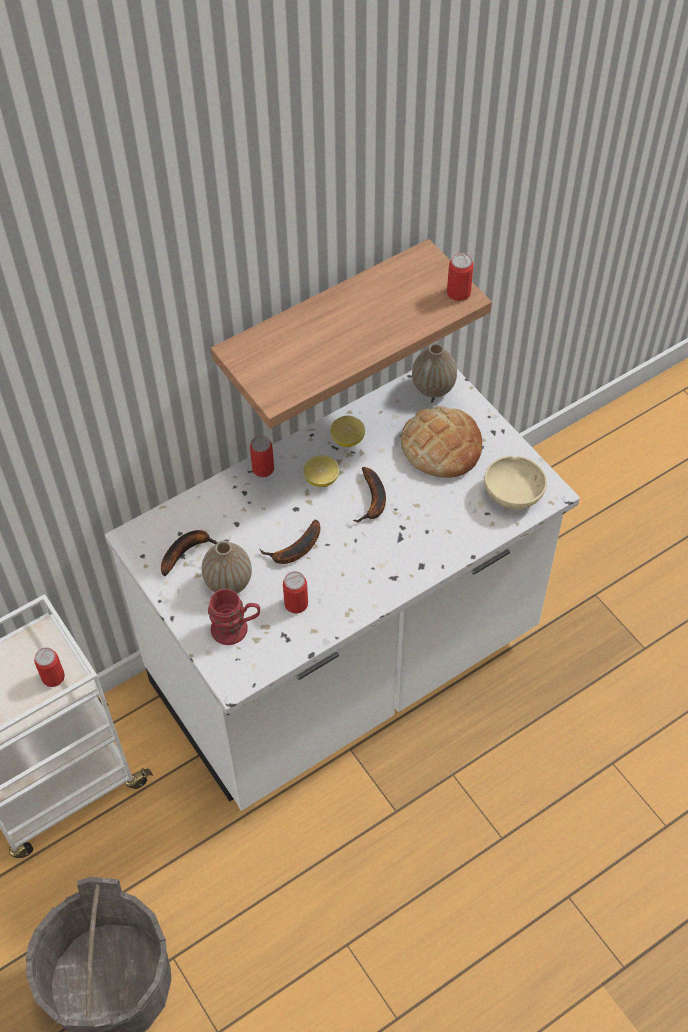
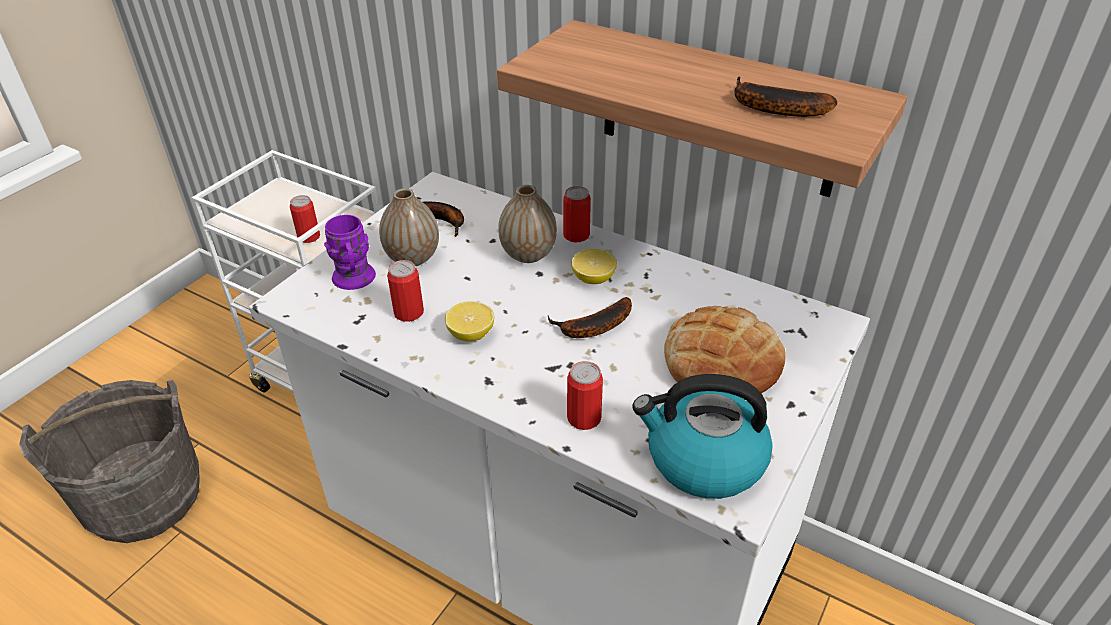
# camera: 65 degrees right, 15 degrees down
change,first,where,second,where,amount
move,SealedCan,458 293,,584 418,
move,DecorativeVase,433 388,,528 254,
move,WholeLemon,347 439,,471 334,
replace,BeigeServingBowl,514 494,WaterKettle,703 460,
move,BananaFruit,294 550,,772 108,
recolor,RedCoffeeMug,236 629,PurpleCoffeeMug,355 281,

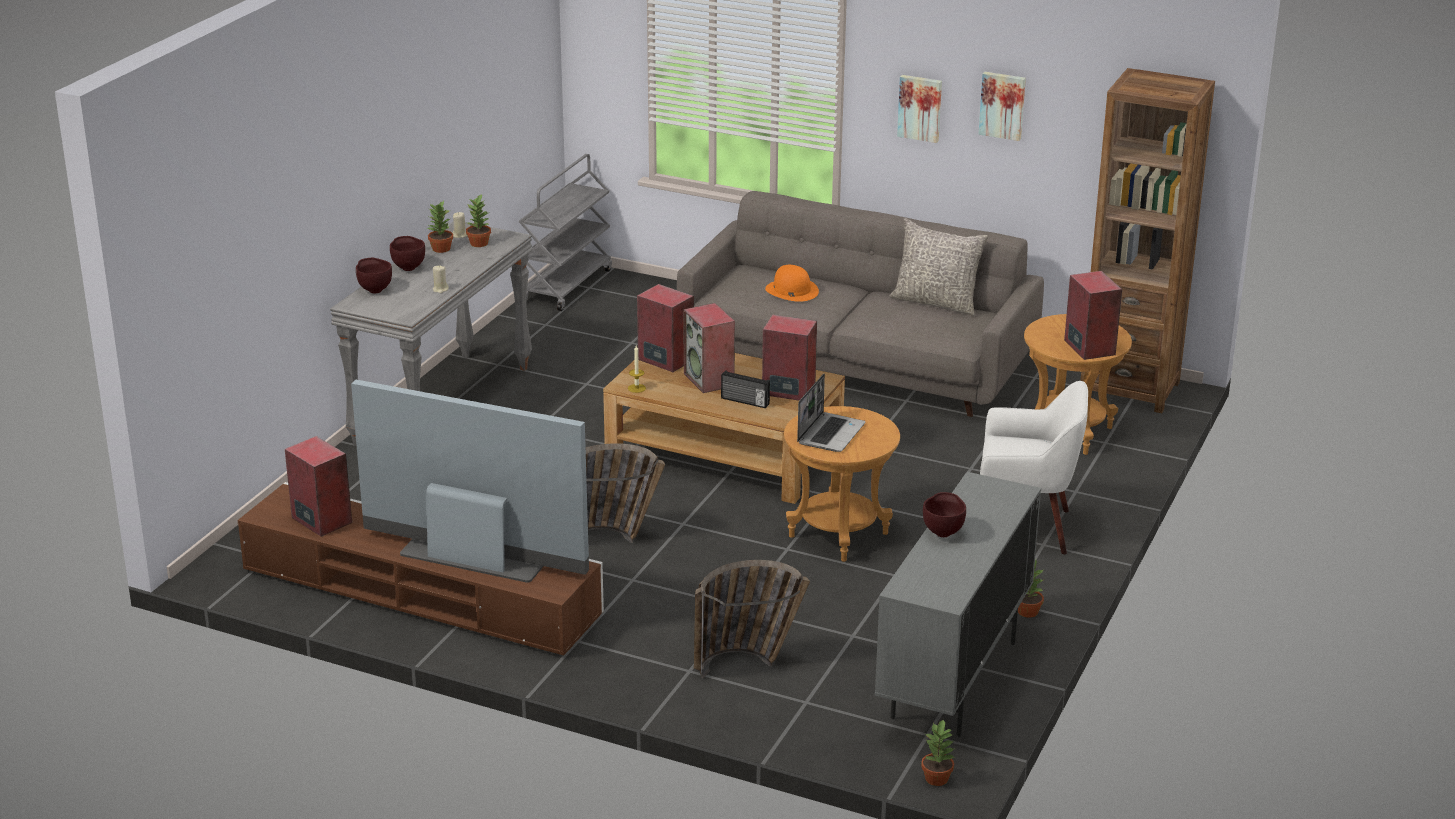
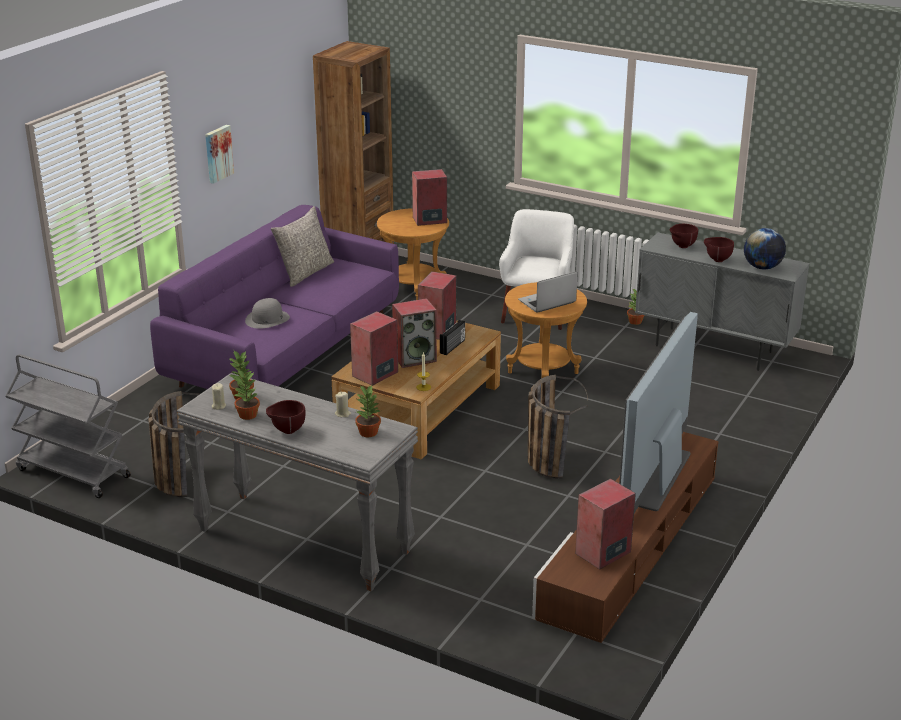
# camera: 85 degrees left, 0 degrees up
change,first,where,second,where,amount
delete,Picture,1002 105,,,
recolor,GreySettee,856 363,PurpleSettee,288 350,
move,BrownServingBowl,374 290,,682 246,
recolor,OrangeClothingHat,791 290,GreyClothingHat,267 319,
rotate,PortableComputer,830 433,,546 302,60 degrees counterclockwise
move,HouseholdBasket,748 663,,177 477,
move,PlantInAPot,937 778,,368 432,
insert,,,DeskGlobe,762 267,

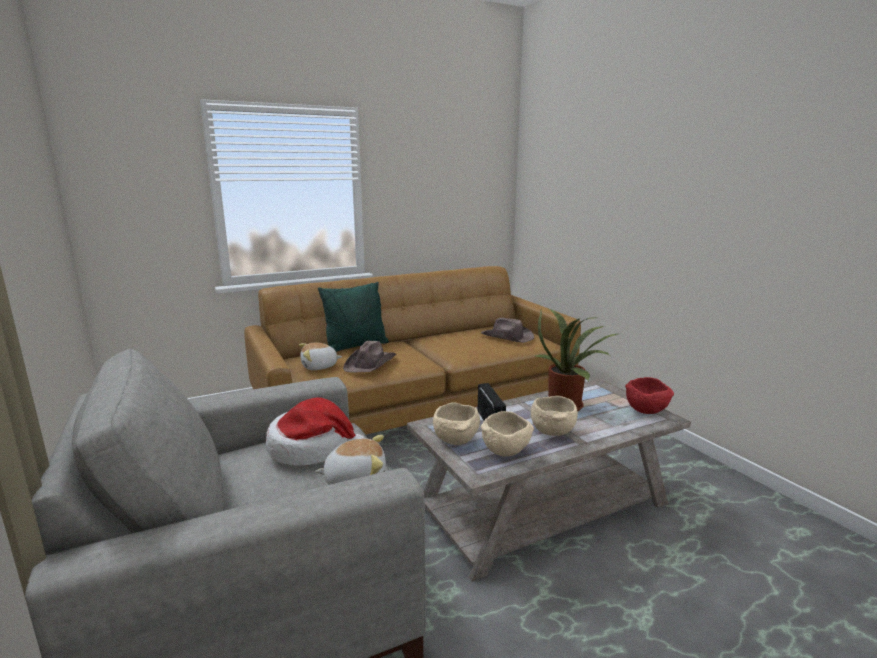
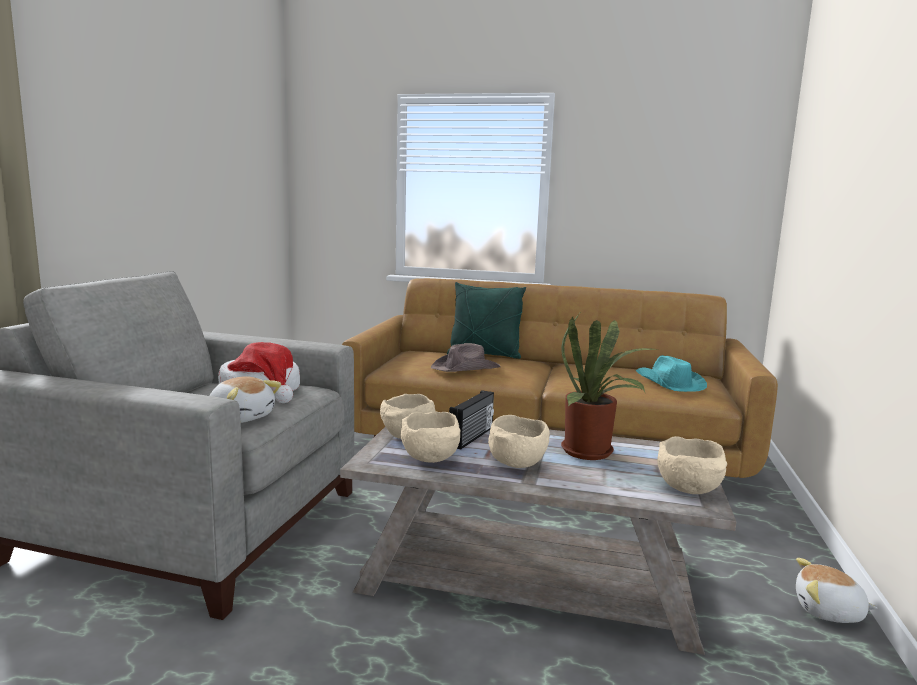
# camera: 40 degrees right, 5 degrees down
change,first,where,second,where,amount
recolor,BrownClothingHat,507 337,TurquoiseClothingHat,669 383,
move,SoftToy,319 367,,828 612,
recolor,RedServingBowl,646 411,BeigeServingBowl,690 490,

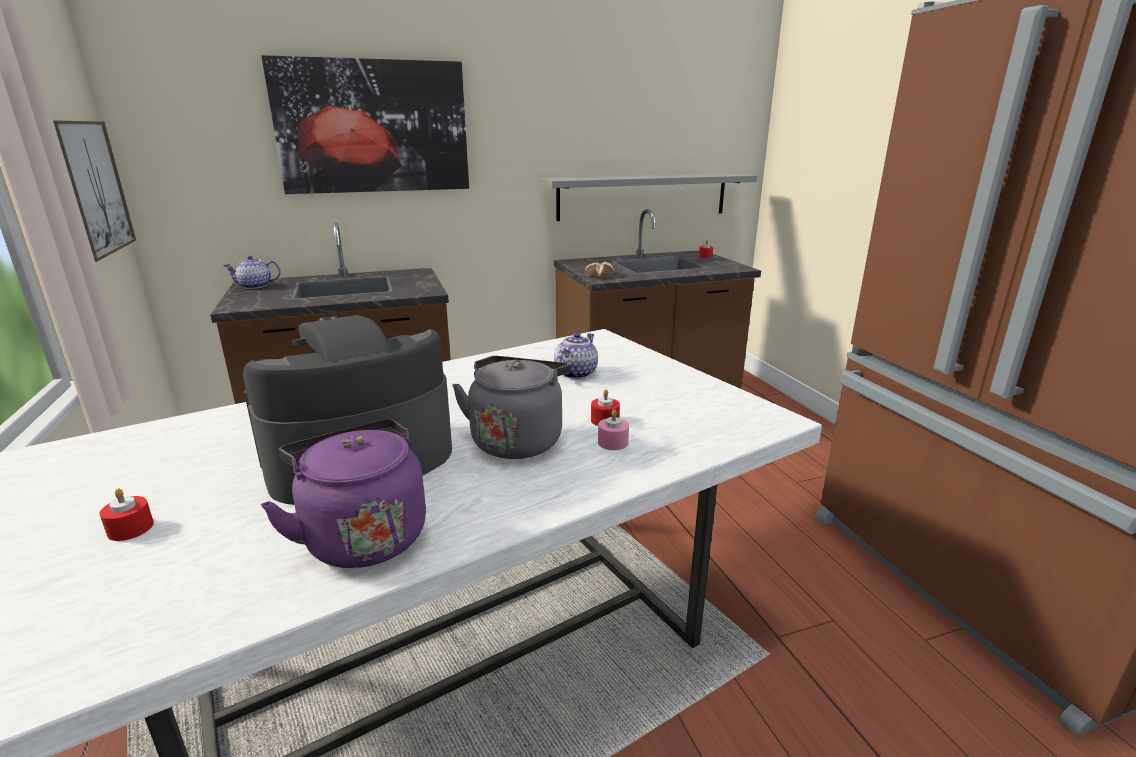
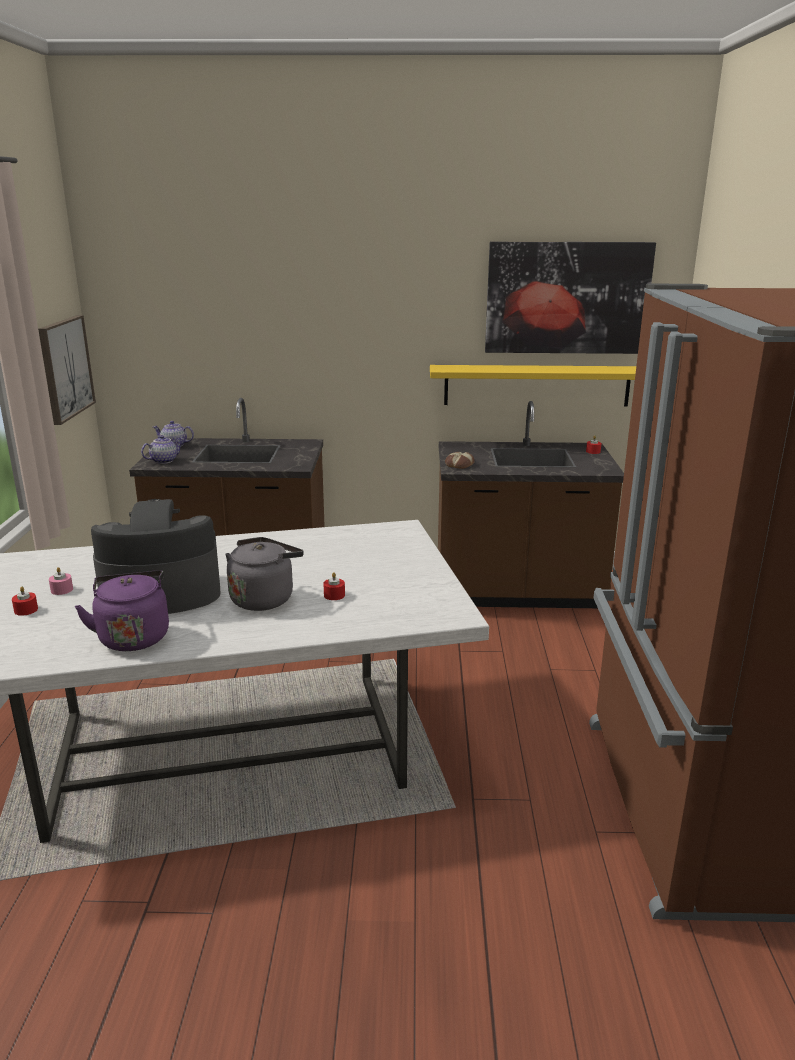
# camera: 20 degrees right, 0 degrees up
change,first,where,second,where,amount
move,Picture,373 127,,567 298,
recolor,GreyBracketShelf,643 196,YellowColouredBracketShelf,536 385,
move,PotForTea,575 373,,164 461,
move,PinkWaxCandle,613 442,,62 590,

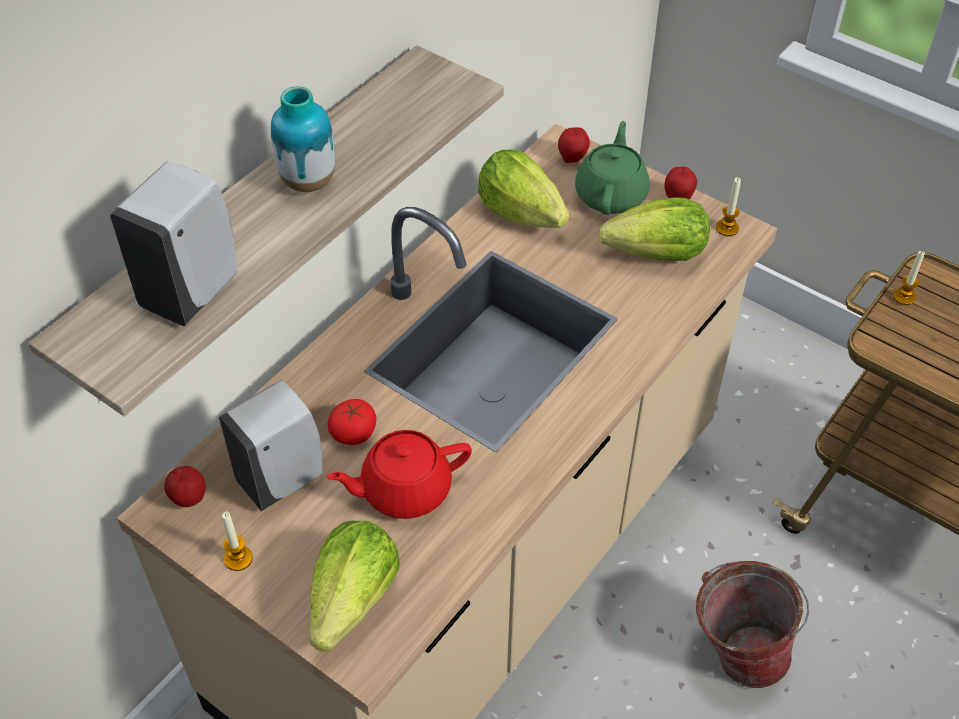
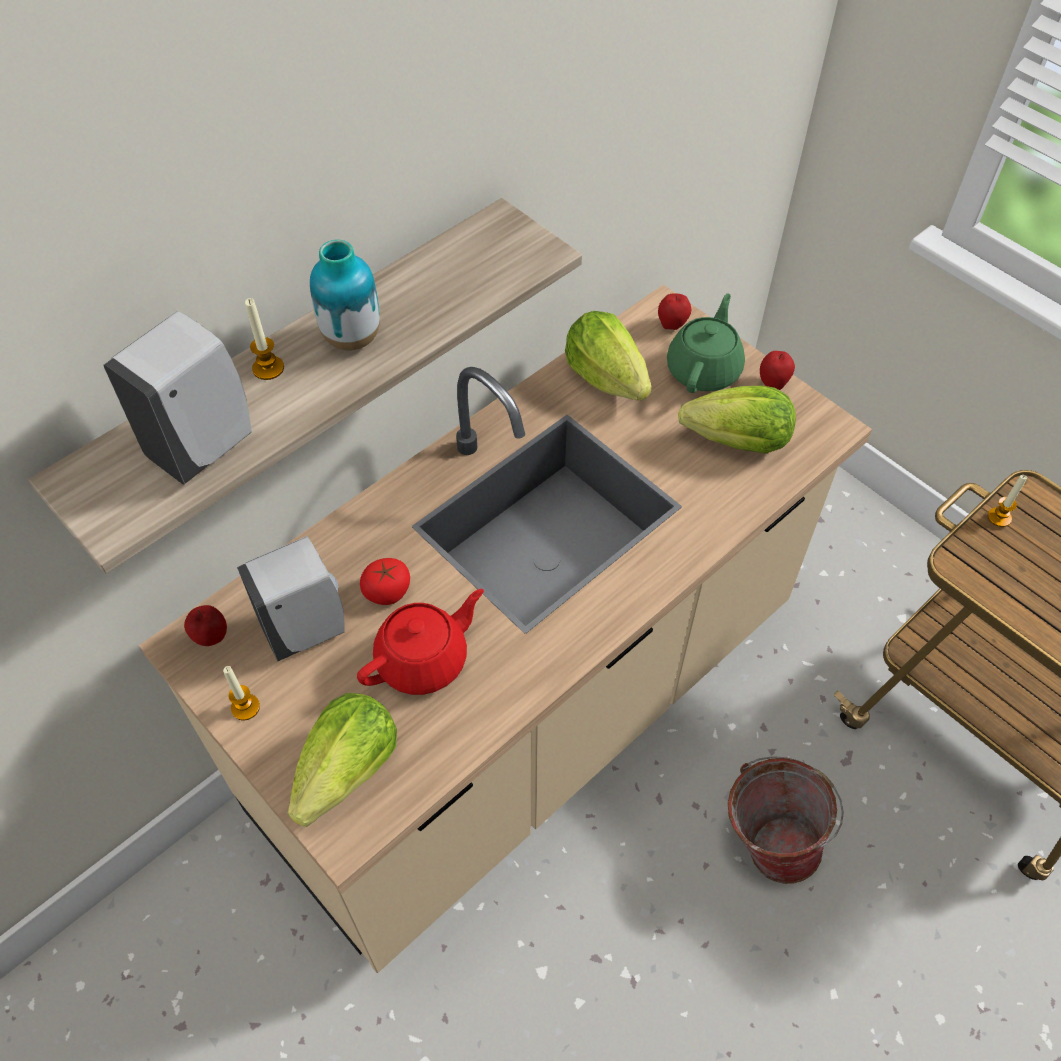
# camera: 10 degrees right, 5 degrees up
change,first,where,second,where,amount
move,WaxCandle,727 228,,268 368,
rotate,RedPotForTea,404 489,,424 659,150 degrees clockwise

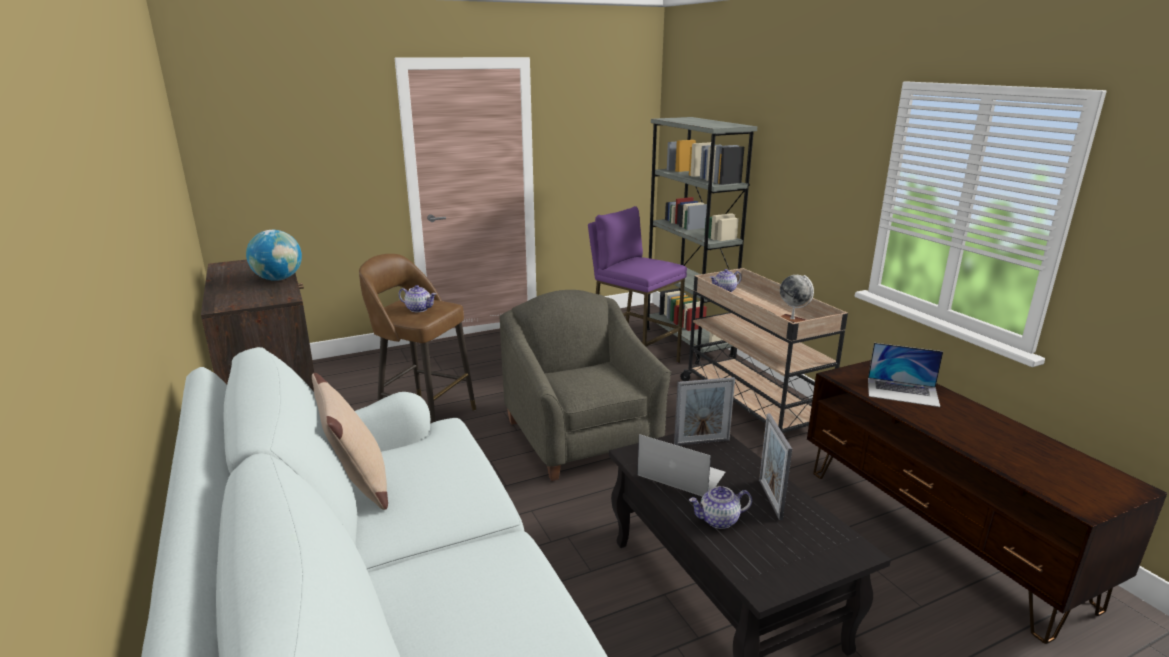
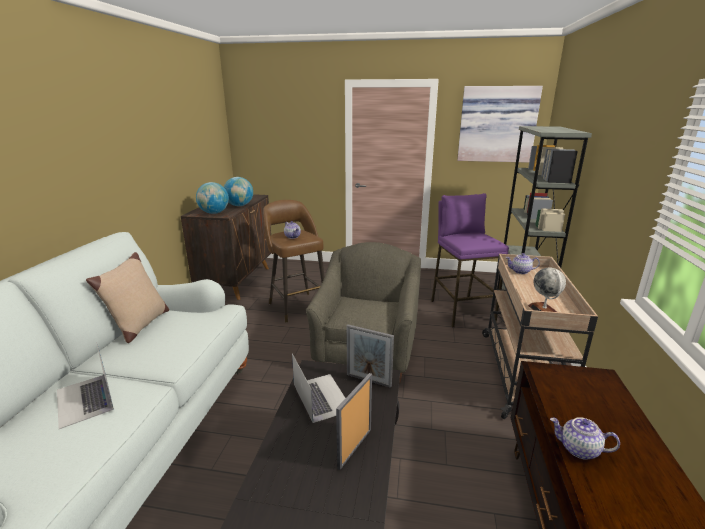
# camera: 35 degrees right, 0 degrees up
change,first,where,second,where,amount
move,PortableComputer,902 392,,85 399,
move,PotForTea,718 520,,578 449,
insert,,,Picture,497 124,
insert,,,DeskGlobe,214 213,

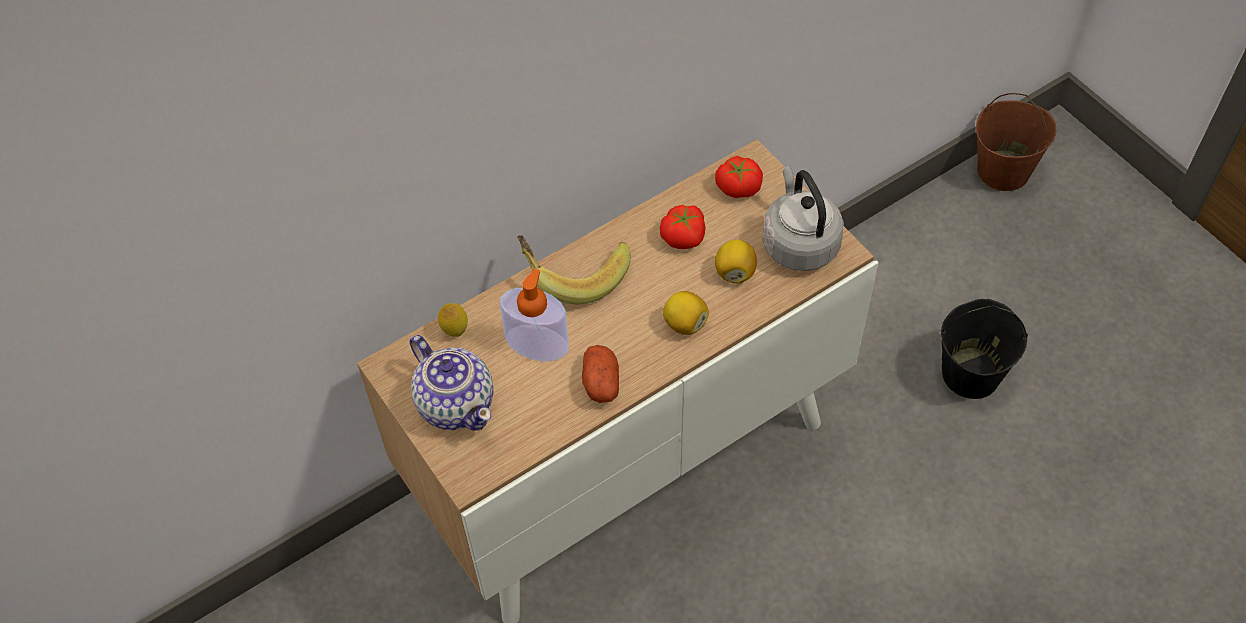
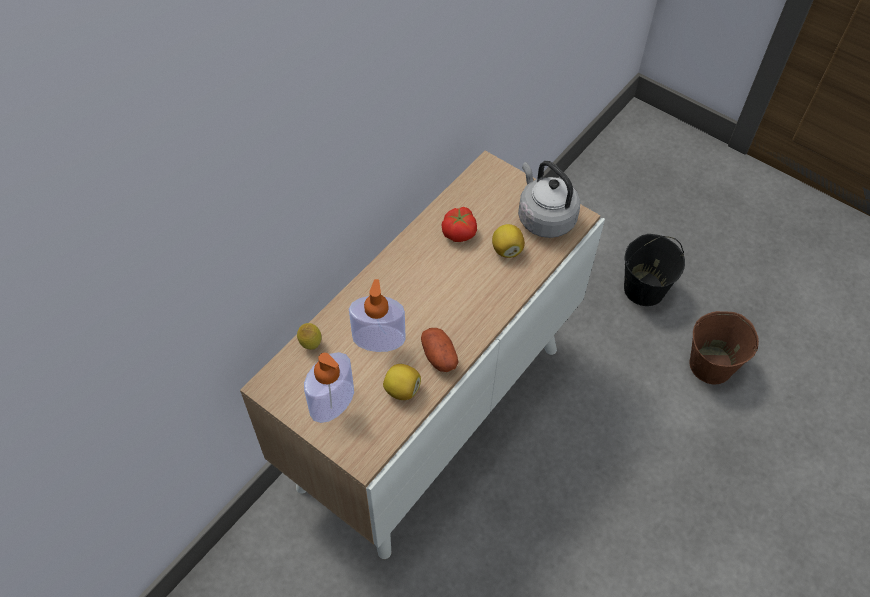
# camera: 20 degrees left, 0 degrees up
change,first,where,second,where,amount
move,BrownWaterBucket,1003 170,,711 365,
delete,Tomato,738 186,,,
delete,BananaFruit,574 273,,,
move,WholeLemon,685 324,,402 390,
replace,PotForTea,456 403,LiquidSoapBottle,332 401,

